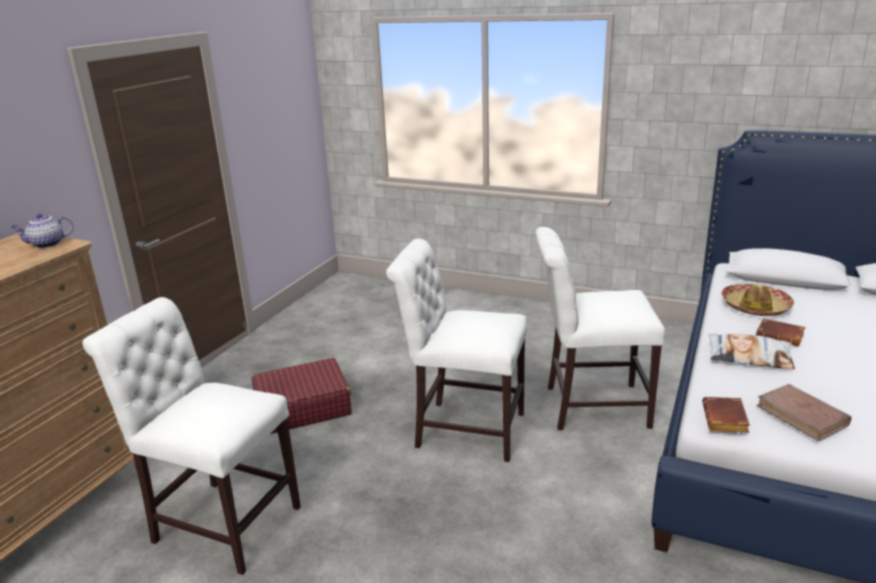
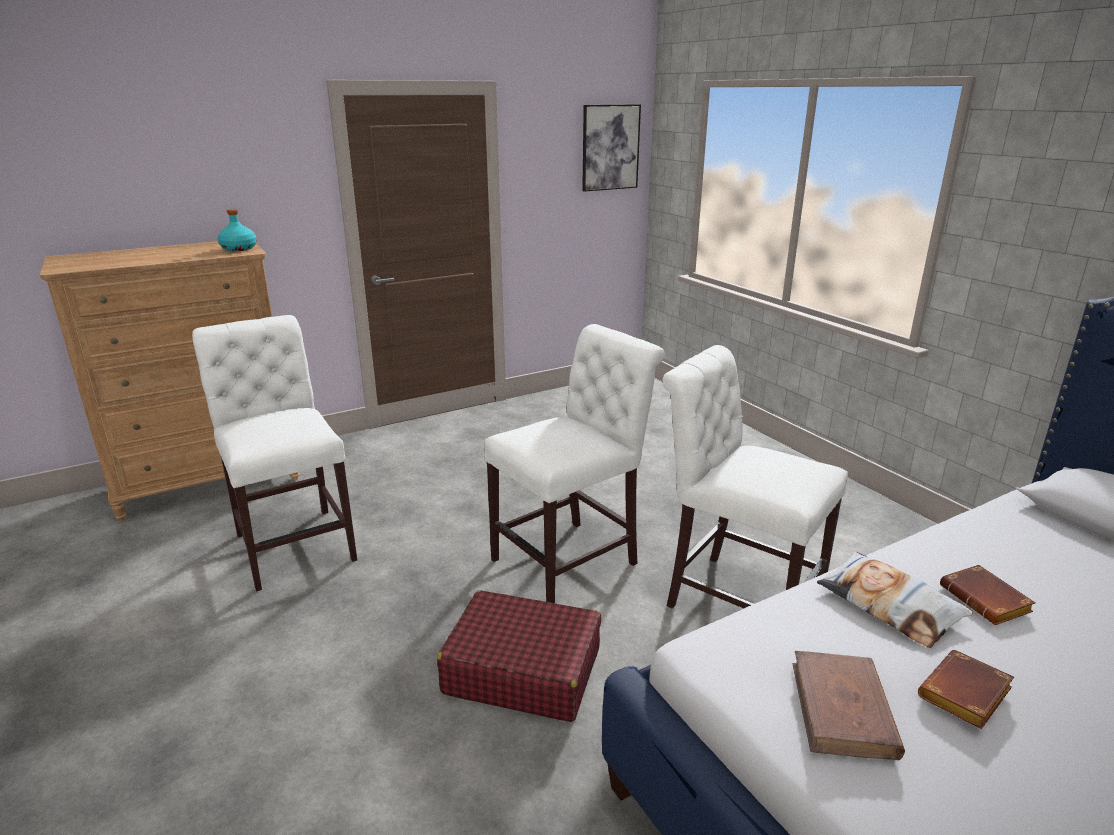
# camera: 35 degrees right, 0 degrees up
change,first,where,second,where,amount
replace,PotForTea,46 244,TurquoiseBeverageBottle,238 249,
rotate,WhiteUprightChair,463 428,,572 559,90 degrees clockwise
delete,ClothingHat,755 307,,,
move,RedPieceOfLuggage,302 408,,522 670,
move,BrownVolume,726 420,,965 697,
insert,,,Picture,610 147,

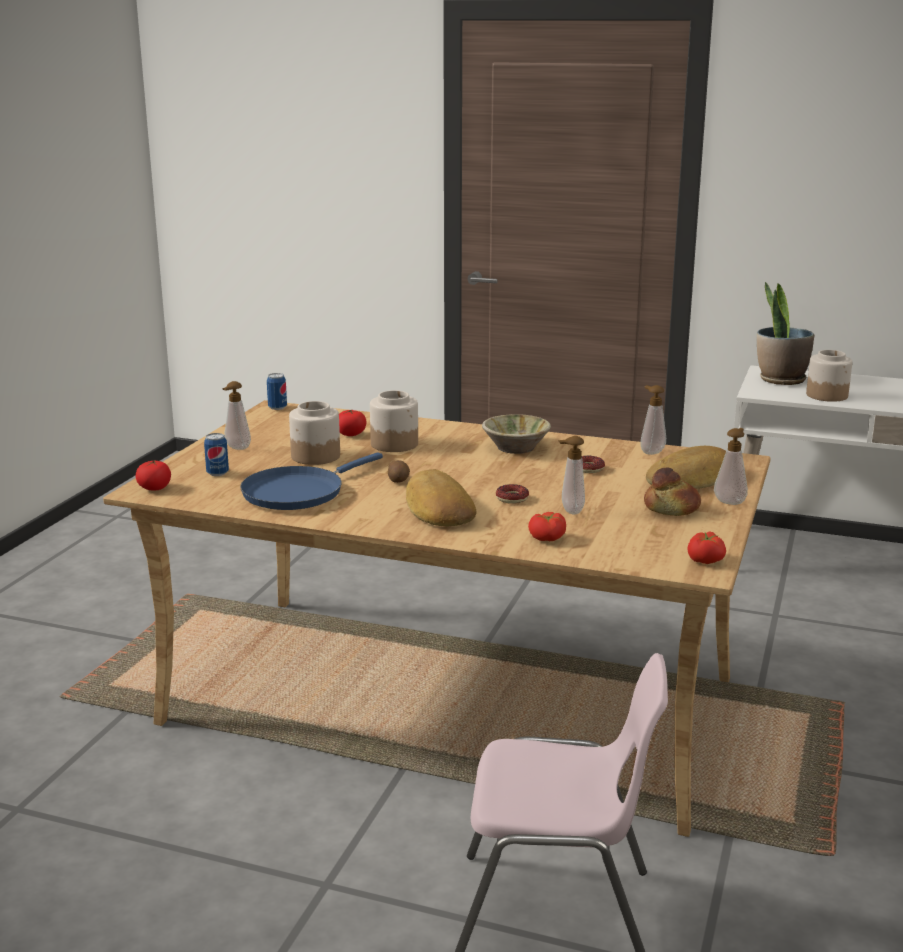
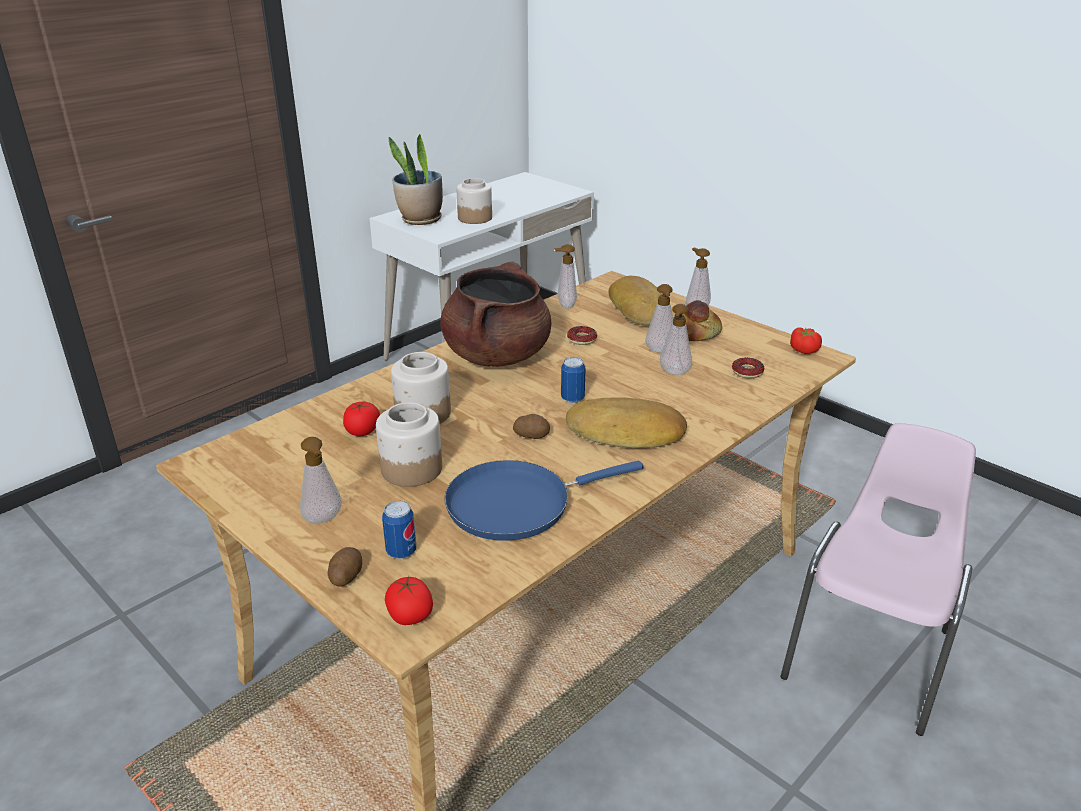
# camera: 65 degrees left, 10 degrees up
change,first,where,second,where,amount
move,SealedCan,277 408,,572 398,
replace,BeigeServingBowl,516 447,BrownSaucepot,497 355,
rotate,BlueColouredPan,298 492,,516 504,90 degrees clockwise
move,Donut,512 498,,747 372,
delete,Tomato,547 538,,,
insert,,,LiquidSoapBottle,660 351,
insert,,,WholePotato,345 576,

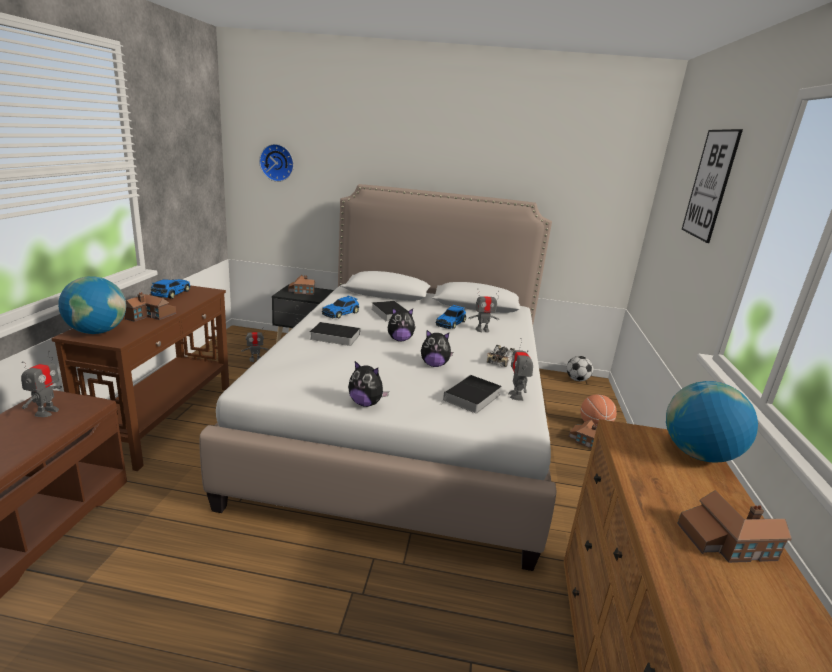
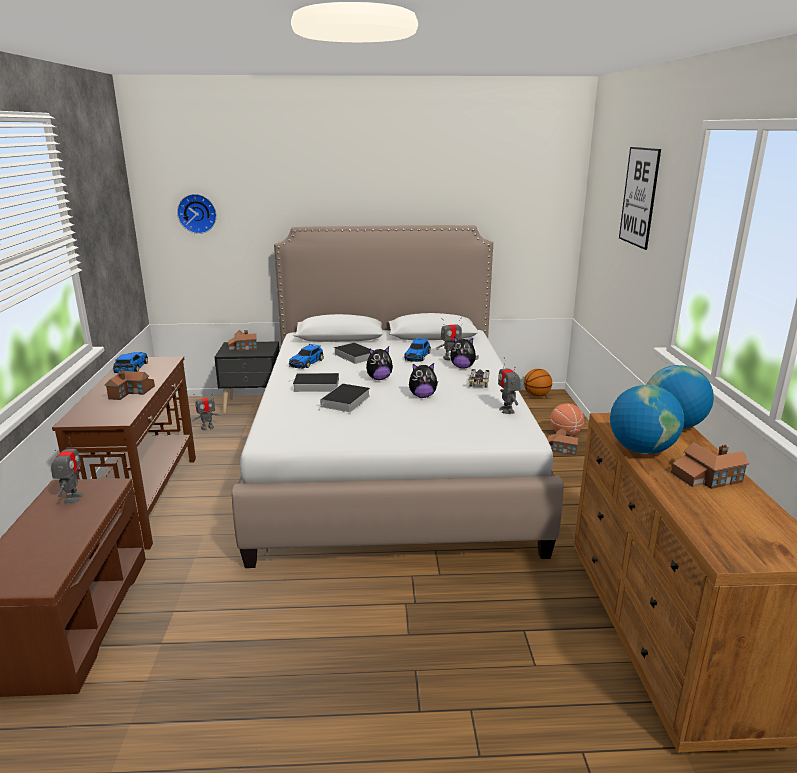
# camera: 10 degrees left, 0 degrees up
change,first,where,second,where,amount
move,DeskGlobe,97 331,,641 450,
replace,BallForFootball,577 380,BasketballBall,536 395,
move,SoftToy,366 403,,462 367,
move,Volume,471 398,,345 402,

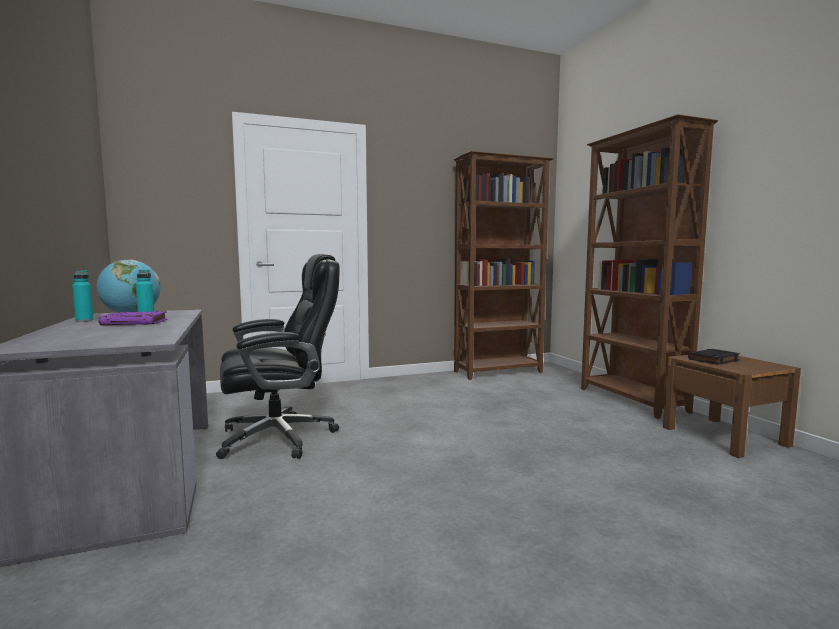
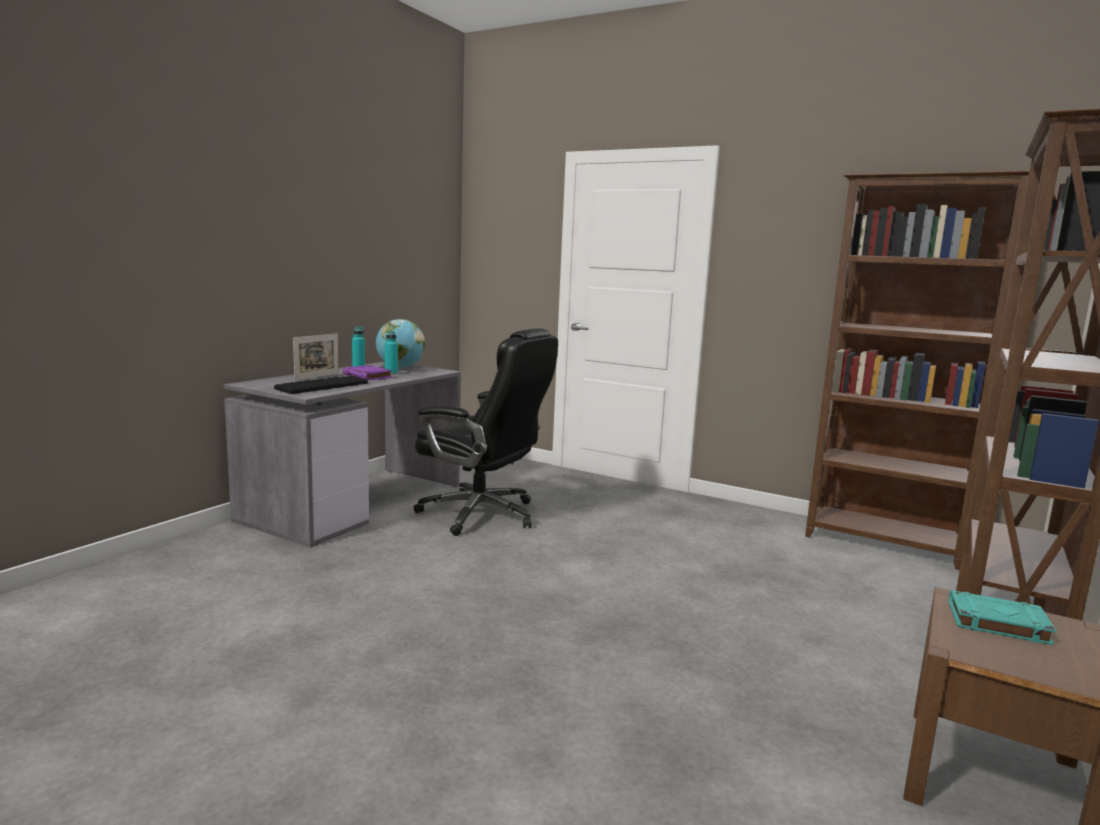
# camera: 50 degrees right, 5 degrees up
change,first,where,second,where,amount
recolor,BlackishVolume,713 360,TurquoiseVolume,996 623,
insert,,,PictureFrame,317 376,
insert,,,ComputerKeyboard,322 386,

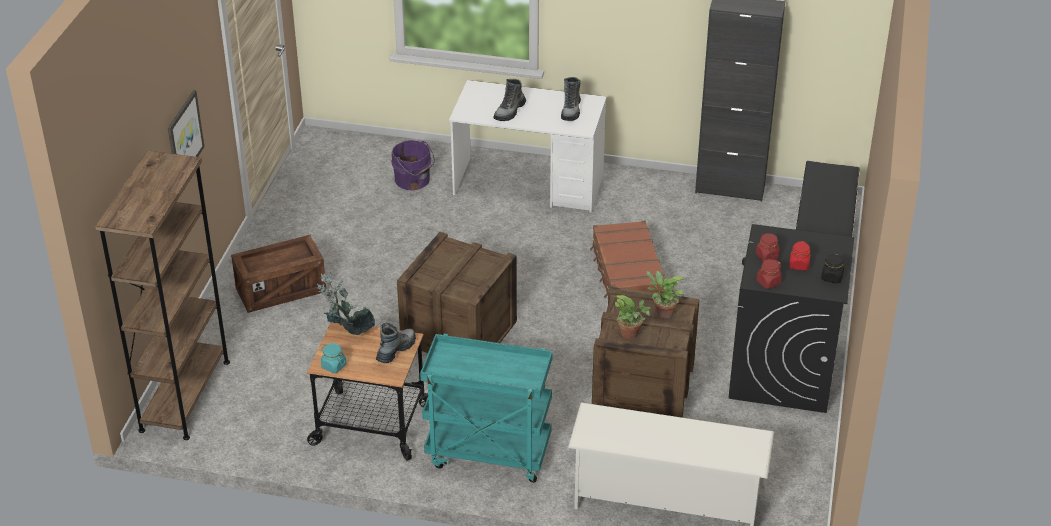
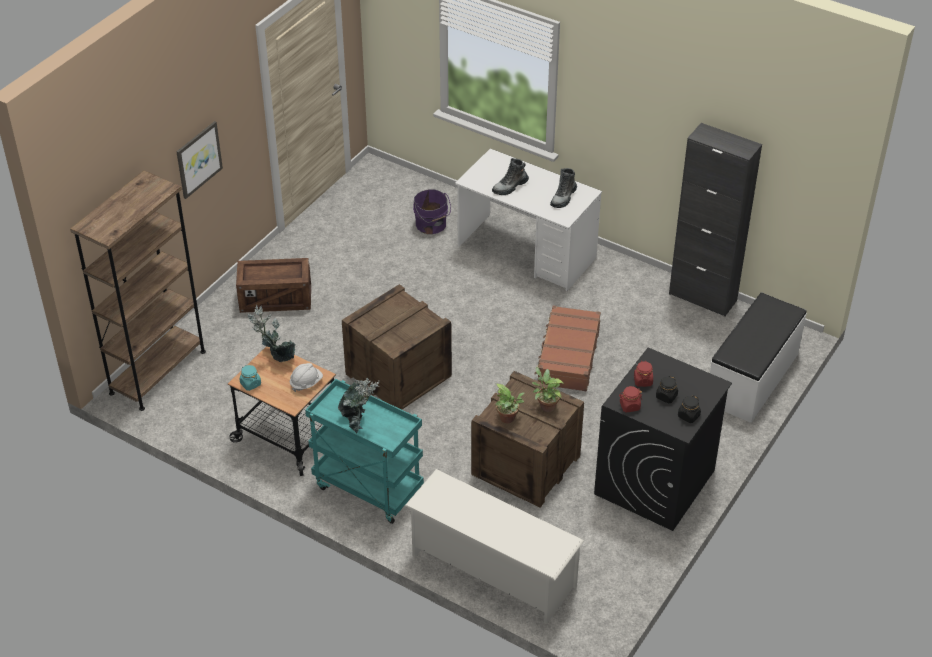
# camera: 20 degrees right, 5 degrees up
change,first,where,second,where,amount
recolor,RedPreserveJar,799 265,BlackishPreserveJar,666 396,
replace,HighTopBoot,396 350,WhiteSafetyHelmet,306 383,
insert,,,PlantInAPot,358 422,

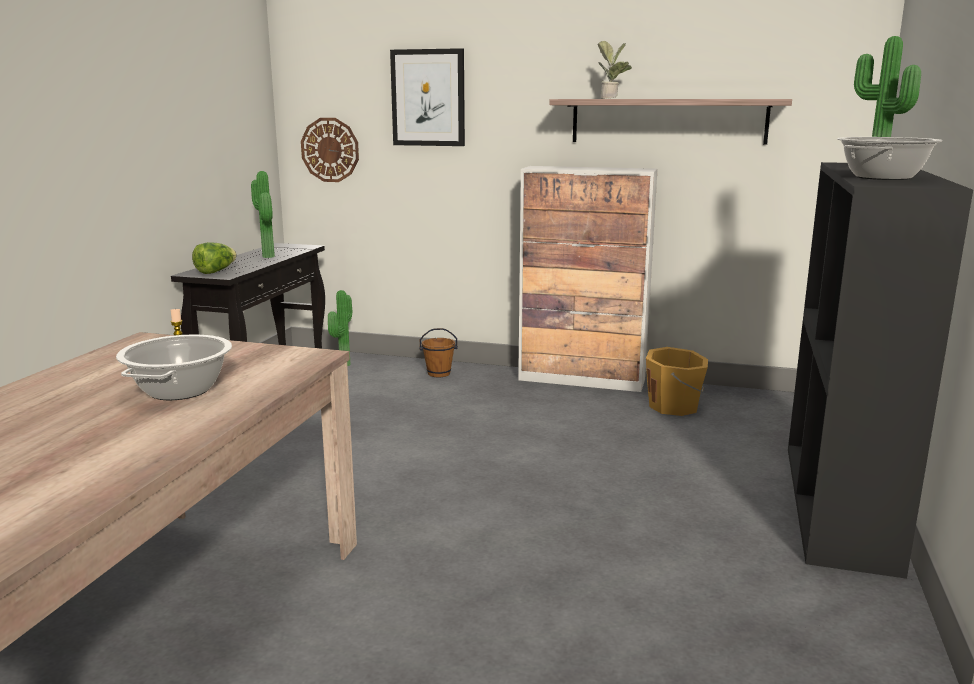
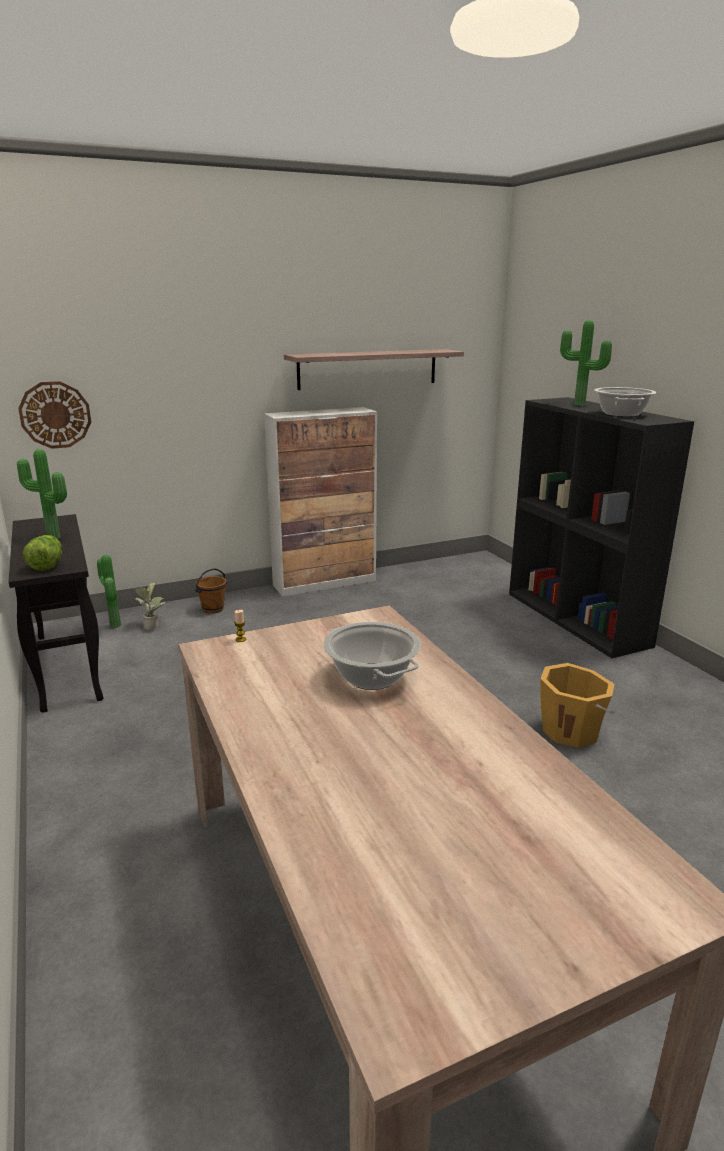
# camera: 40 degrees left, 5 degrees up
change,first,where,second,where,amount
move,PlantInAPot,612 98,,153 625,
delete,Picture,428 98,,,
move,OrangeWaterBucket,674 406,,571 731,

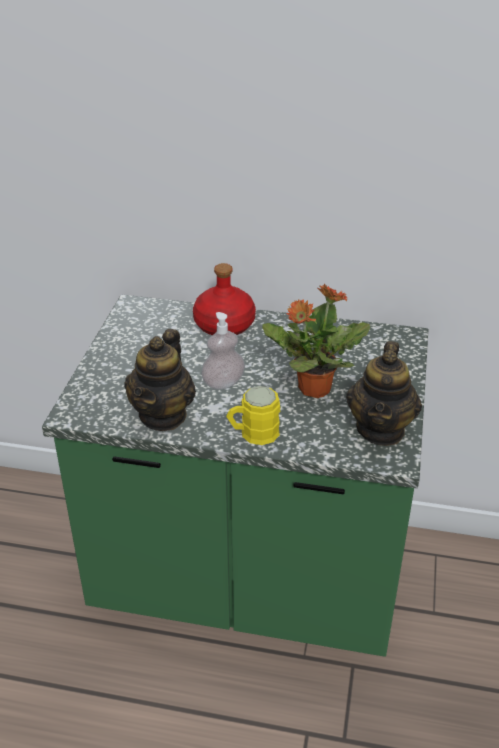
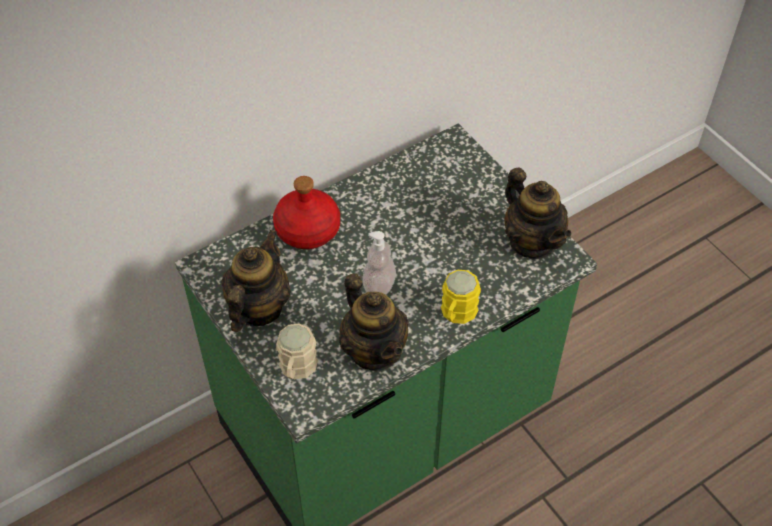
# camera: 45 degrees left, 15 degrees up
change,first,where,second,where,amount
delete,PlantInAPot,313 388,,,
insert,,,PotForTea,258 308,
insert,,,BeigeCoffeeMug,296 369,

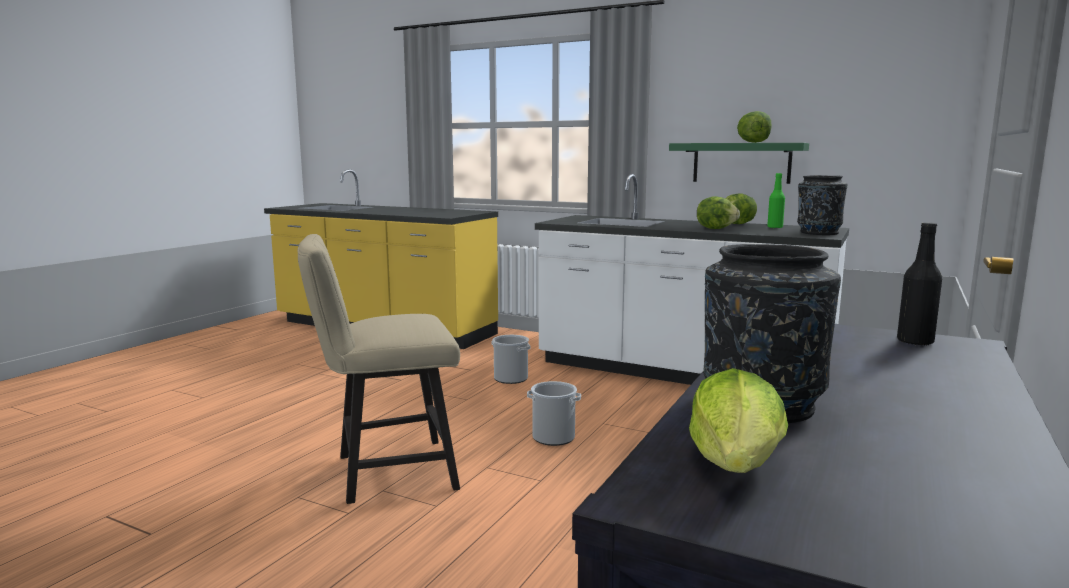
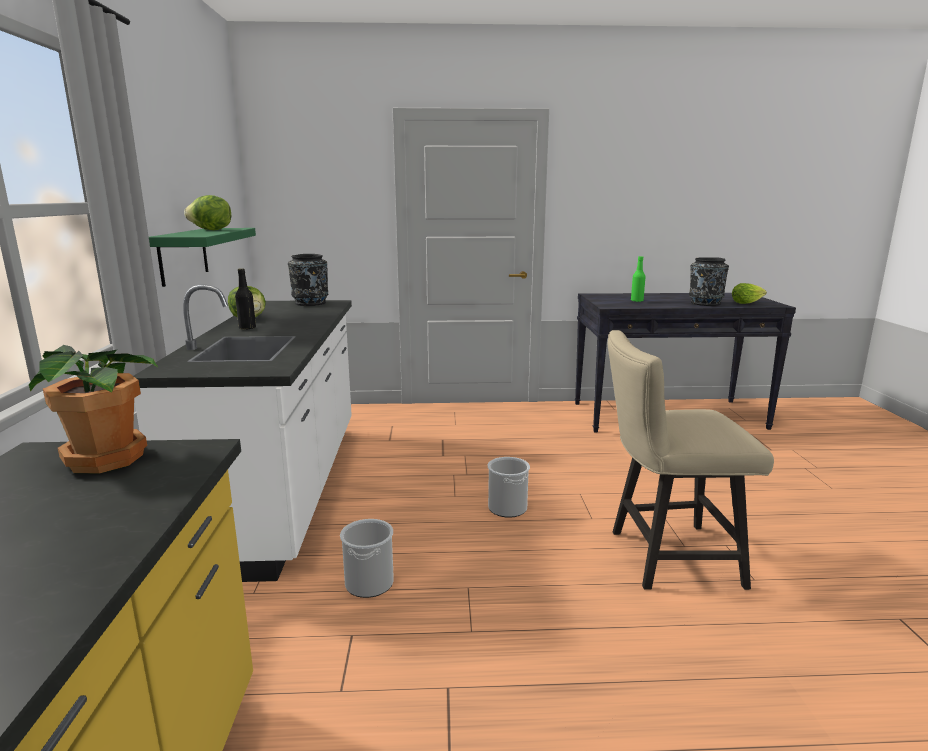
# camera: 120 degrees left, 5 degrees up
change,first,where,second,where,amount
move,GreenBeverageBottle,775 227,,637 301,
delete,Lettuce,716 229,,,
move,BlackishBeverageBottle,915 342,,247 328,
rotate,BeigeUprightChair,385 473,,664 557,135 degrees clockwise
insert,,,PlantInAPot,108 458,

